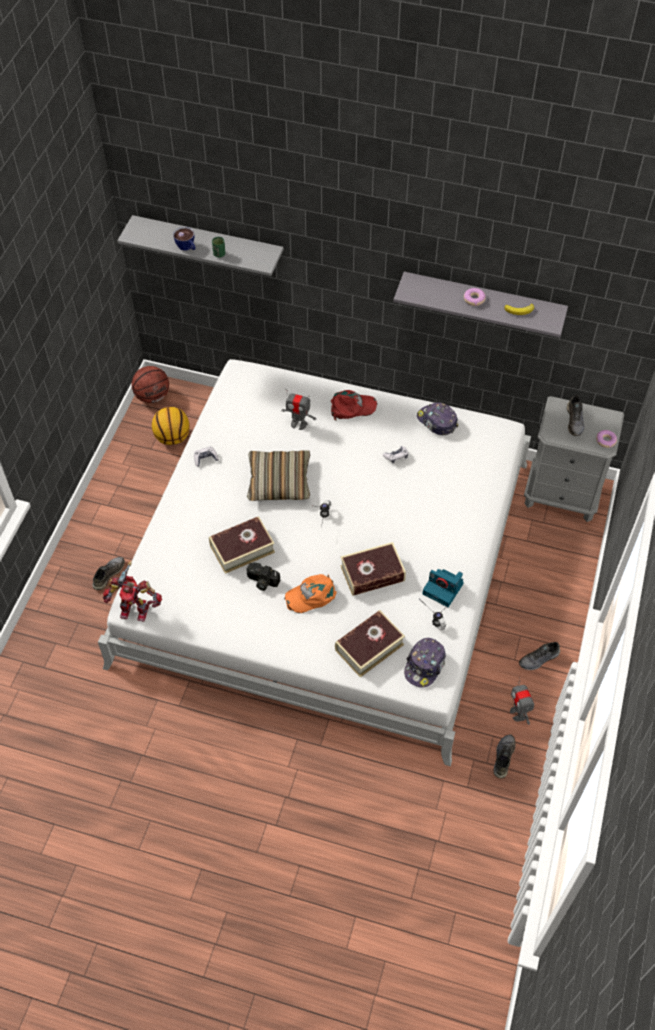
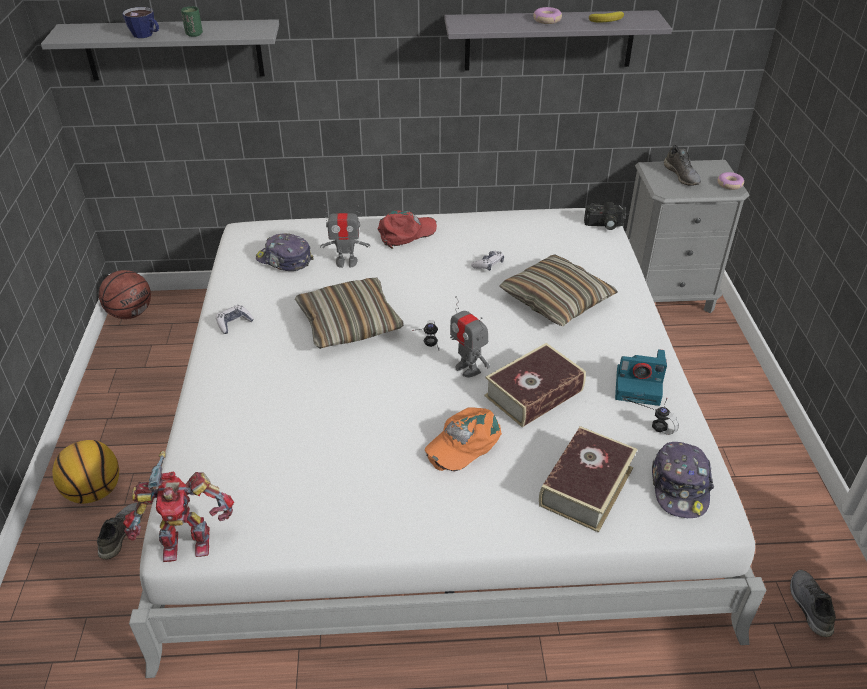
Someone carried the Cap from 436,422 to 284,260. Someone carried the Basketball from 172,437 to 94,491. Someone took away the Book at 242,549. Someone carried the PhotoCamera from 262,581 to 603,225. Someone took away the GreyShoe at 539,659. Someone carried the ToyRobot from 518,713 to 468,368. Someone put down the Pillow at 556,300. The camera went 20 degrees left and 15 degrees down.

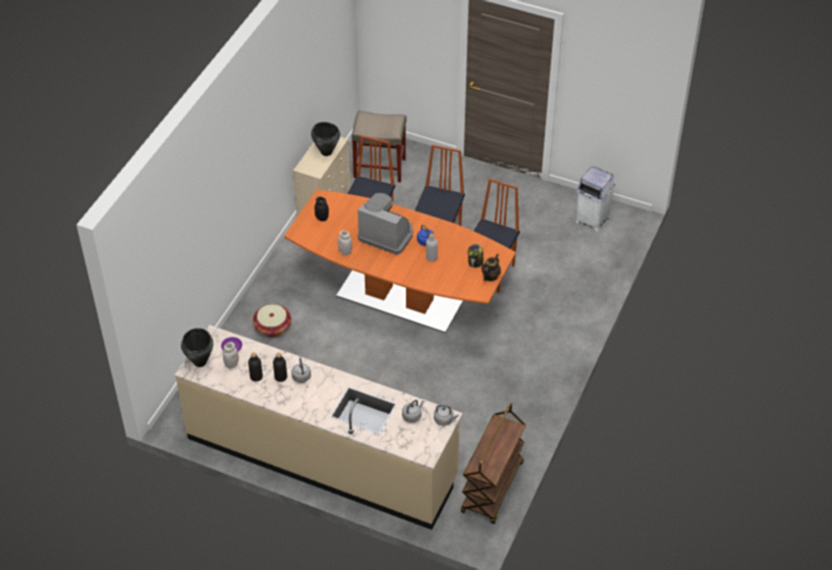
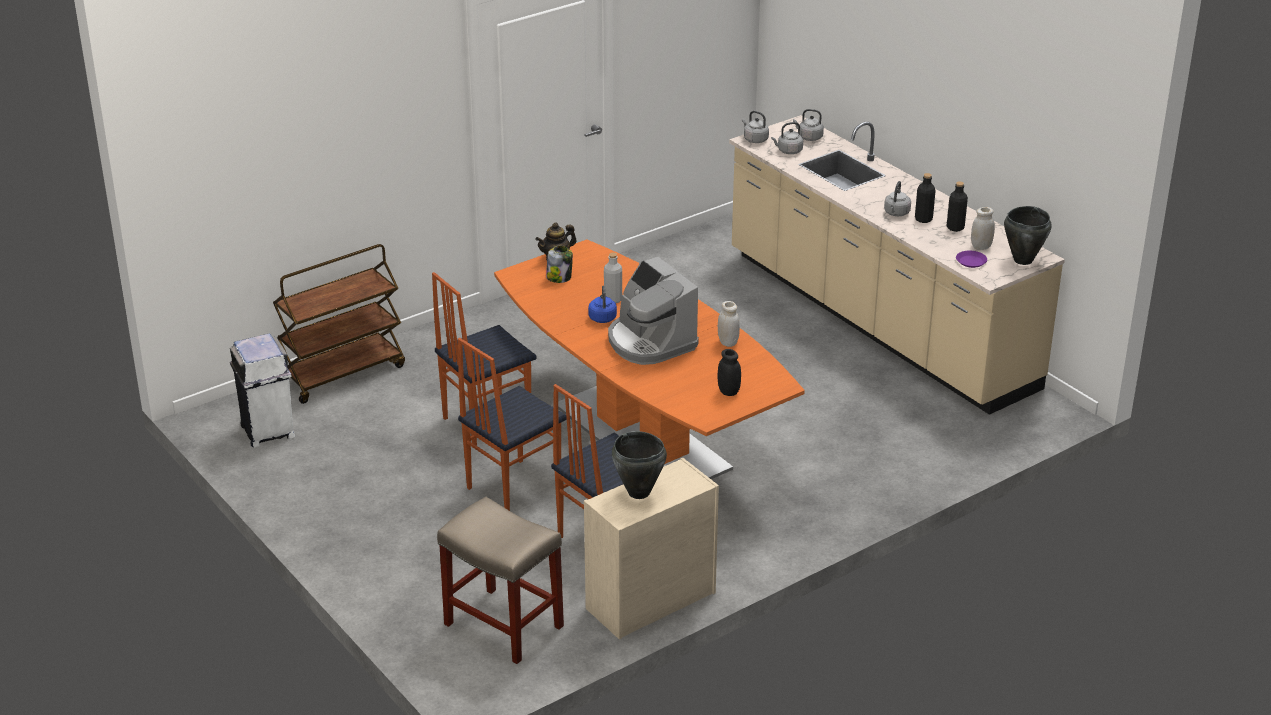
Someone took away the Basket at 272,327. Someone carried the BrownCart from 492,488 to 343,373. Someone put down the GreyKettle at 809,137. The camera went 150 degrees left and 15 degrees down.

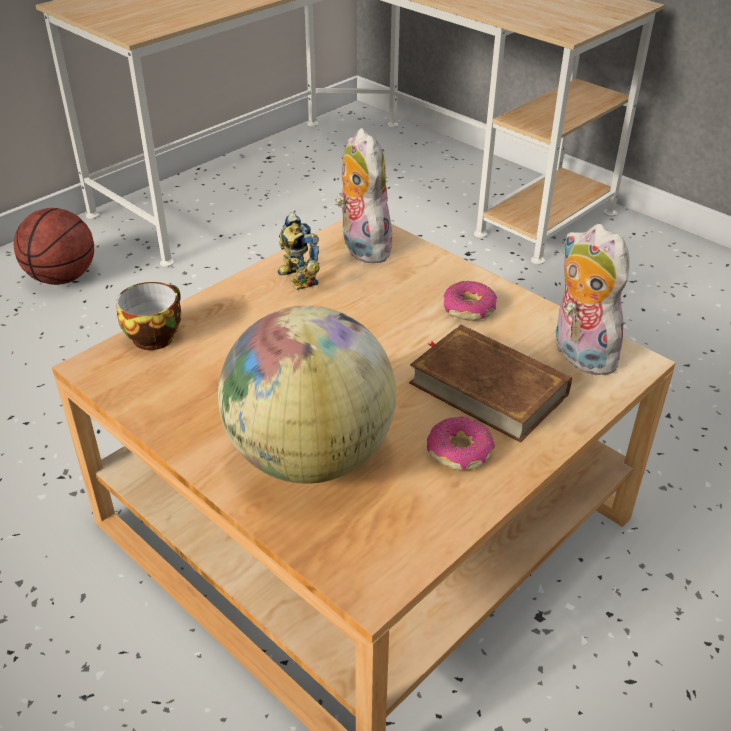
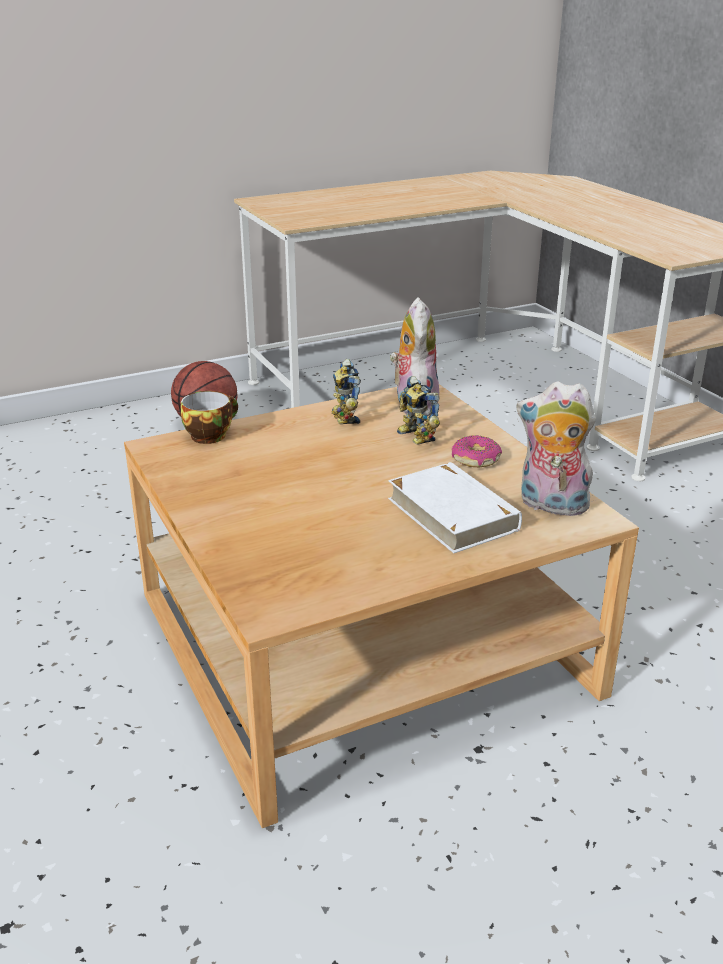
Someone rotated the PlushToy at 578,354 by 60 degrees counterclockwise. Someone took away the Globe at 310,456. Someone repainted the BrownBook at 488,388, which became the WhiteBook at 453,513. Someone took away the Donut at 459,452. Someone put down the ToyRobot at 414,437. The camera went 20 degrees right and 10 degrees down.

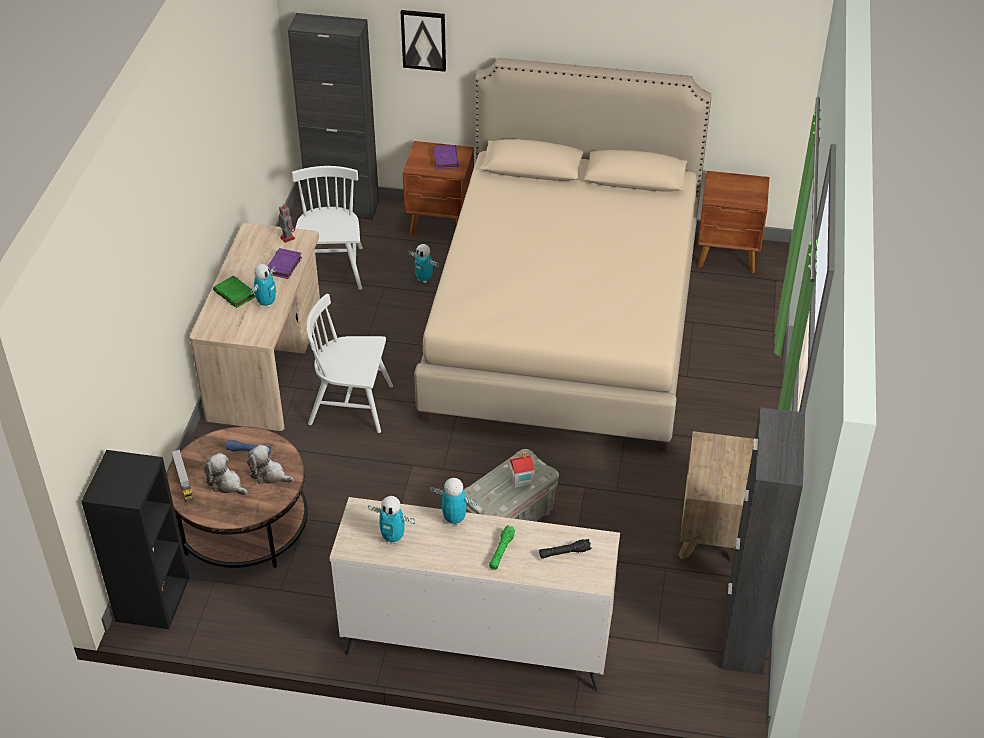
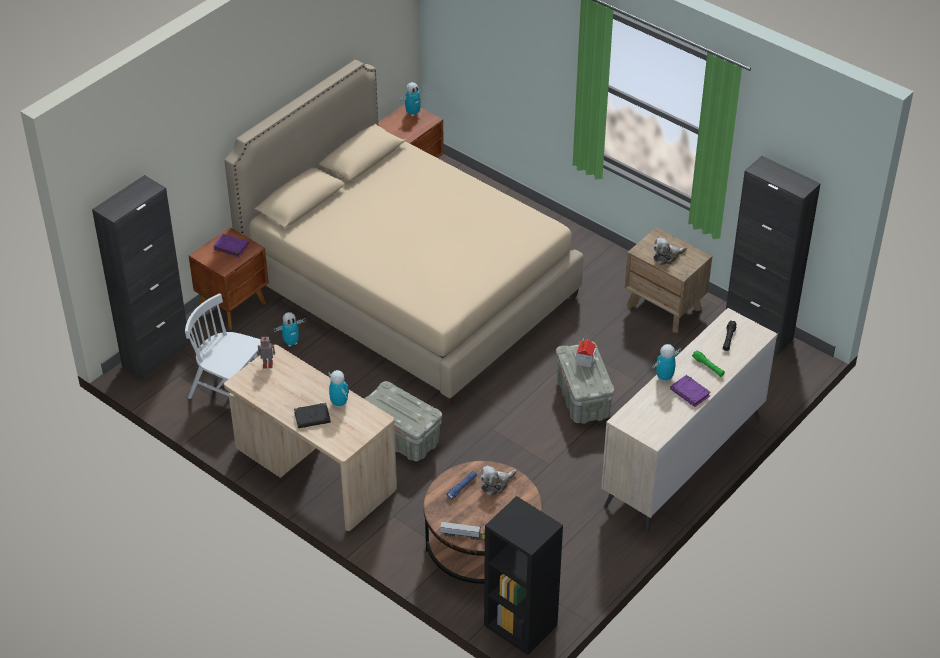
Someone took away the Picture at 424,40. Someone carried the PurpleBook from 283,266 to 690,393. Someone repainted the GreenBook at 235,294, which became the BlackBook at 312,417. Someone swapped the WhiteChair at 351,405 for the GreyStorageBox at 401,438. Someone carried the PlushToy from 226,484 to 667,257. Someone carried the ToyRobot from 393,538 to 413,113. The camera went 60 degrees left and 0 degrees up.

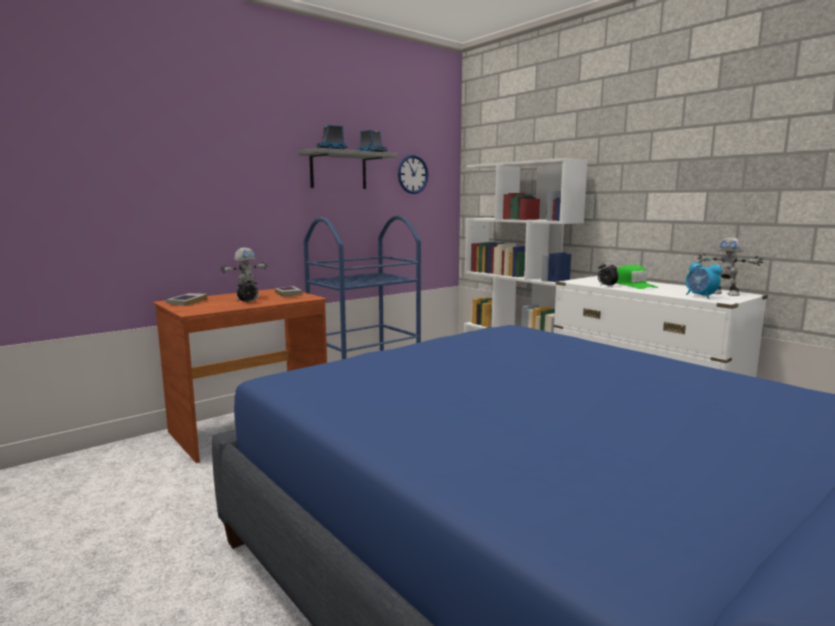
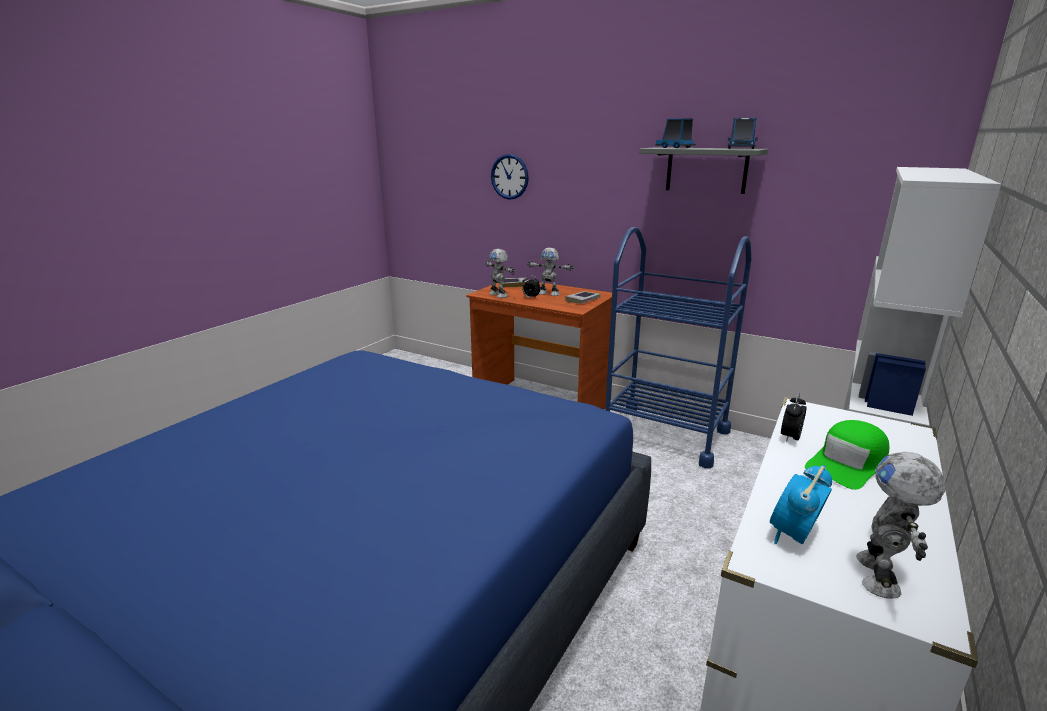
Someone carried the WallClock from 412,174 to 509,177. Someone put down the ToyRobot at 499,295. The camera went 70 degrees right and 10 degrees up.

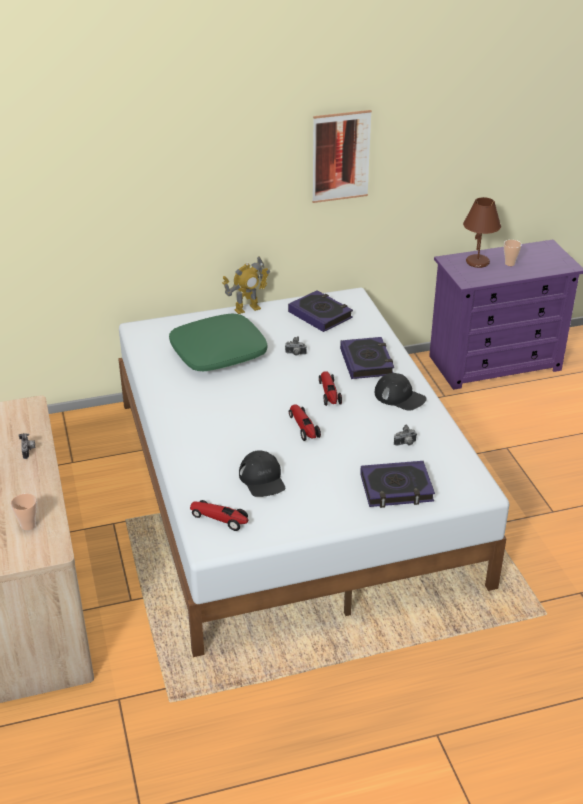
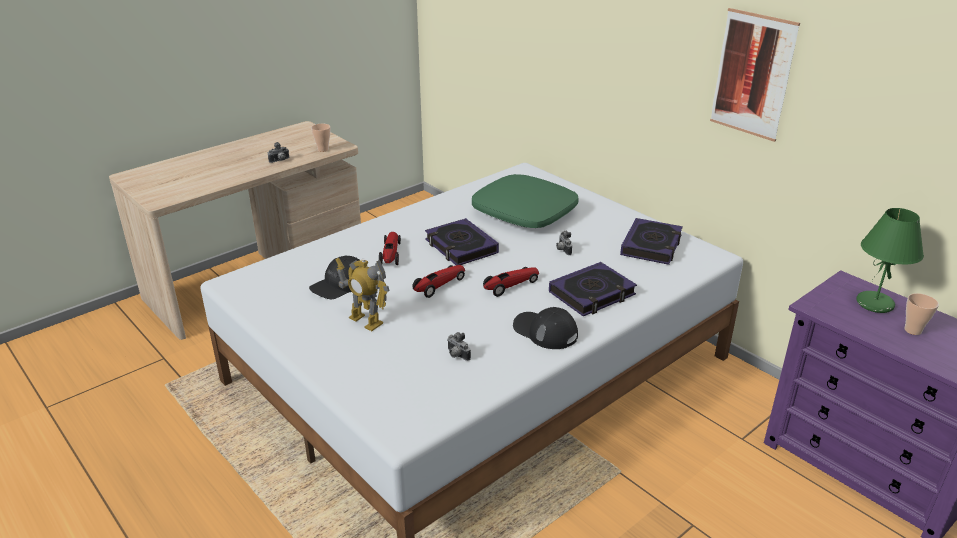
Someone repainted the BrownTableLamp at 478,262, which became the GreenTableLamp at 874,304. Someone carried the ToyRobot from 247,309 to 365,321. Someone rotated the BlackCap at 400,397 by 120 degrees clockwise. Someone carried the Book from 396,488 to 461,247. Someone carried the Cup from 28,525 to 323,149. Someone carried the ToyCar from 220,519 to 390,254. The camera went 65 degrees right and 5 degrees down.

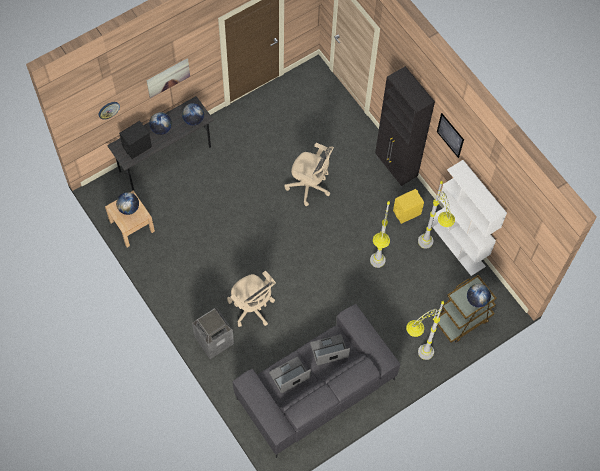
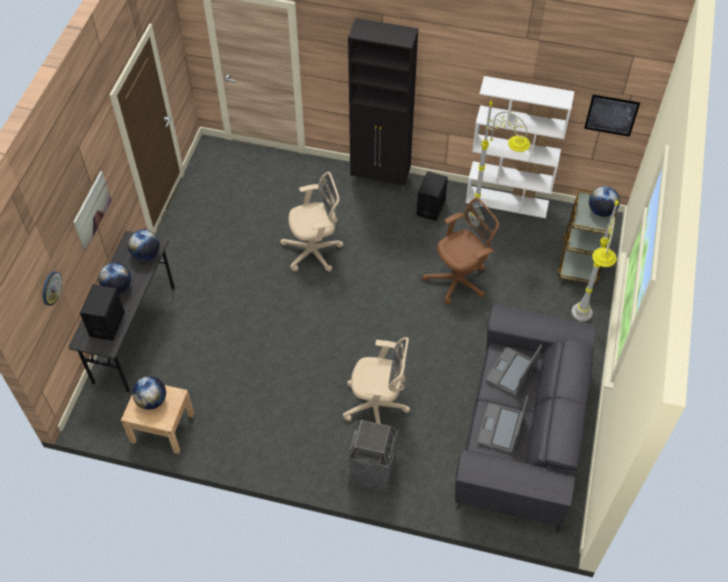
Someone carried the Picture from 450,135 to 611,115. Someone repainted the YellowSpeaker at 407,212, which became the BlackSpeaker at 430,207. Someone swapped the GreyFloorLamp at 375,272 for the BrownOfficeChair at 459,280. The camera went 40 degrees left and 10 degrees down.

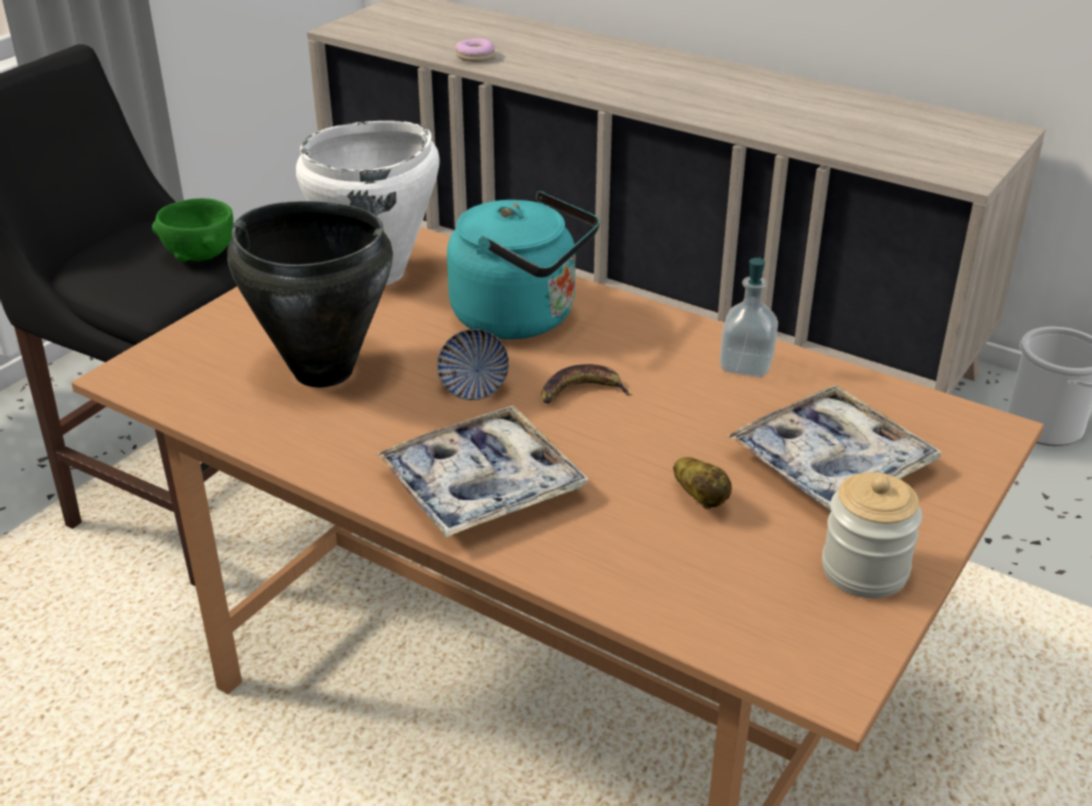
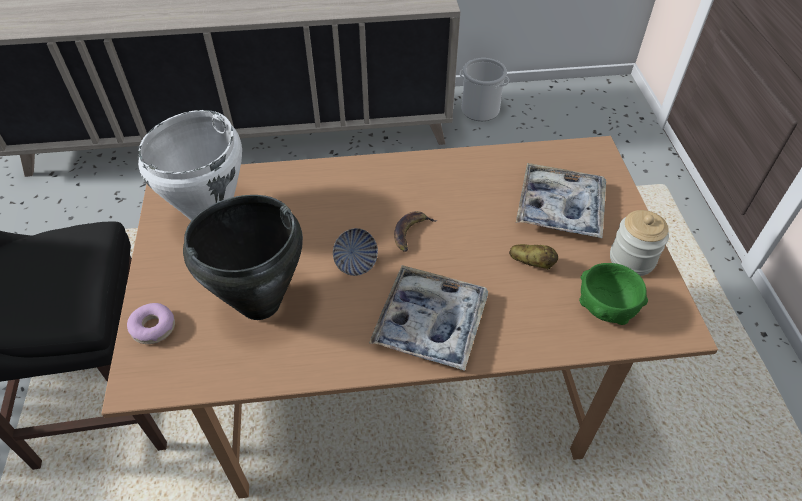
Someone carried the Donut from 475,56 to 153,327. Someone took away the TurquoiseKettle at 522,318. Someone carried the GreenBowl from 200,254 to 606,308. Someone took away the SoapDispenser at 746,365. The camera went 40 degrees left and 15 degrees up.

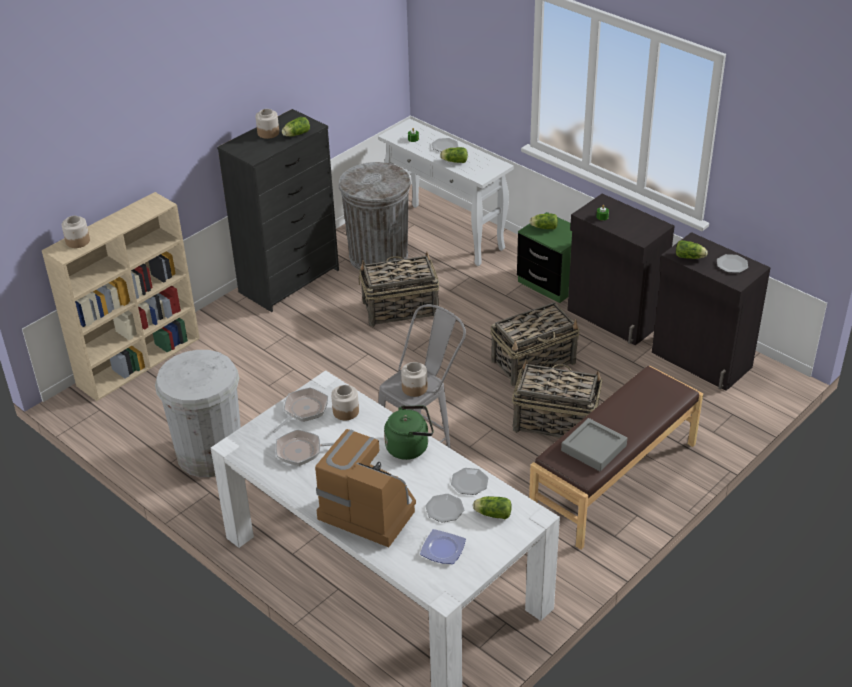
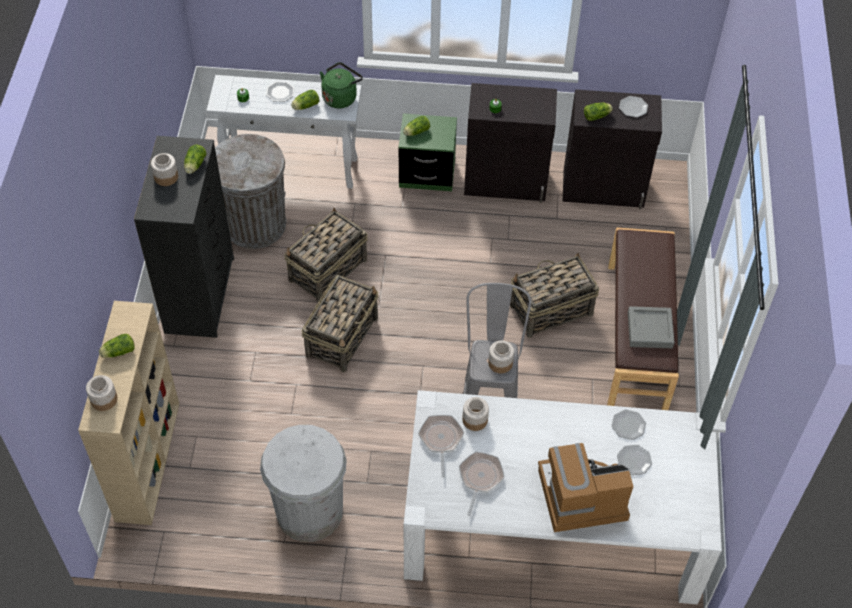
Someone carried the Basket from 534,362 to 342,336. Someone carried the GreenKettle from 410,447 to 341,97. Someone rotated the FryingPan at 303,451 by 150 degrees clockwise. Someone carried the Lettuce from 492,514 to 117,352. Someone took away the Plate at 442,548. The camera went 40 degrees left and 15 degrees up.

